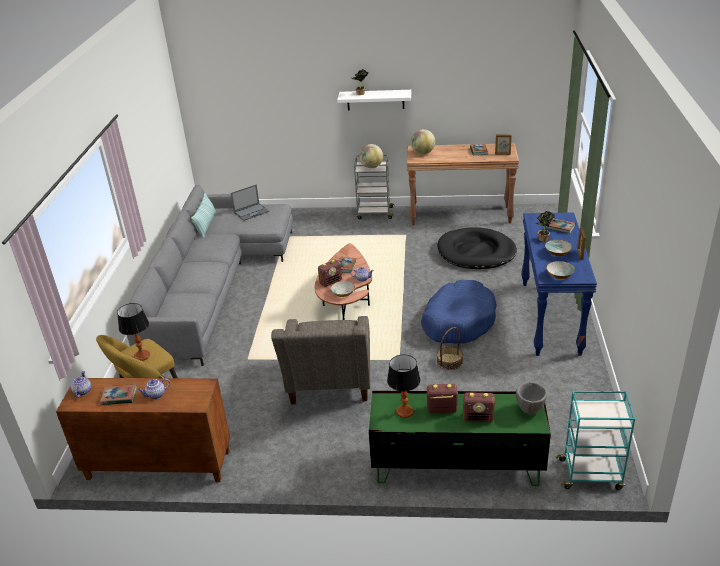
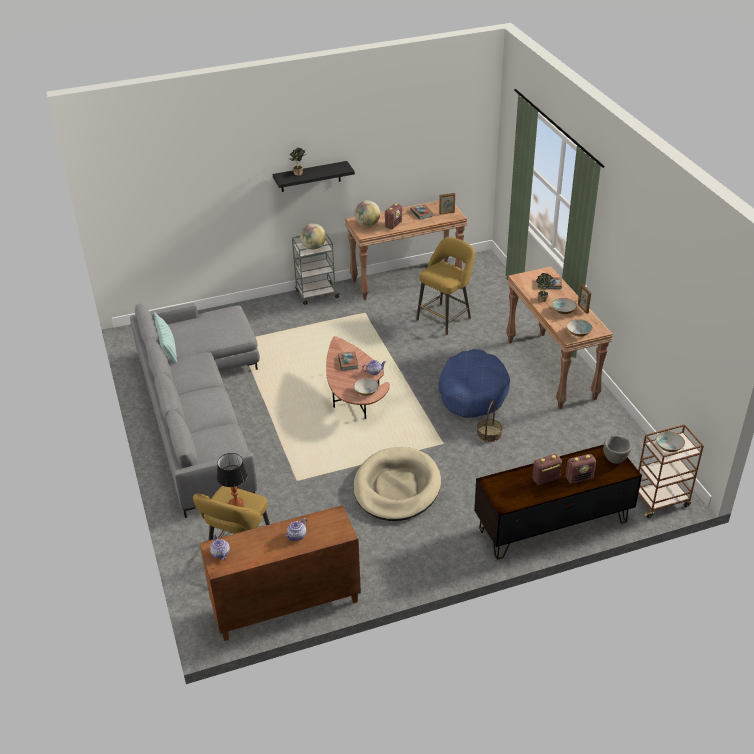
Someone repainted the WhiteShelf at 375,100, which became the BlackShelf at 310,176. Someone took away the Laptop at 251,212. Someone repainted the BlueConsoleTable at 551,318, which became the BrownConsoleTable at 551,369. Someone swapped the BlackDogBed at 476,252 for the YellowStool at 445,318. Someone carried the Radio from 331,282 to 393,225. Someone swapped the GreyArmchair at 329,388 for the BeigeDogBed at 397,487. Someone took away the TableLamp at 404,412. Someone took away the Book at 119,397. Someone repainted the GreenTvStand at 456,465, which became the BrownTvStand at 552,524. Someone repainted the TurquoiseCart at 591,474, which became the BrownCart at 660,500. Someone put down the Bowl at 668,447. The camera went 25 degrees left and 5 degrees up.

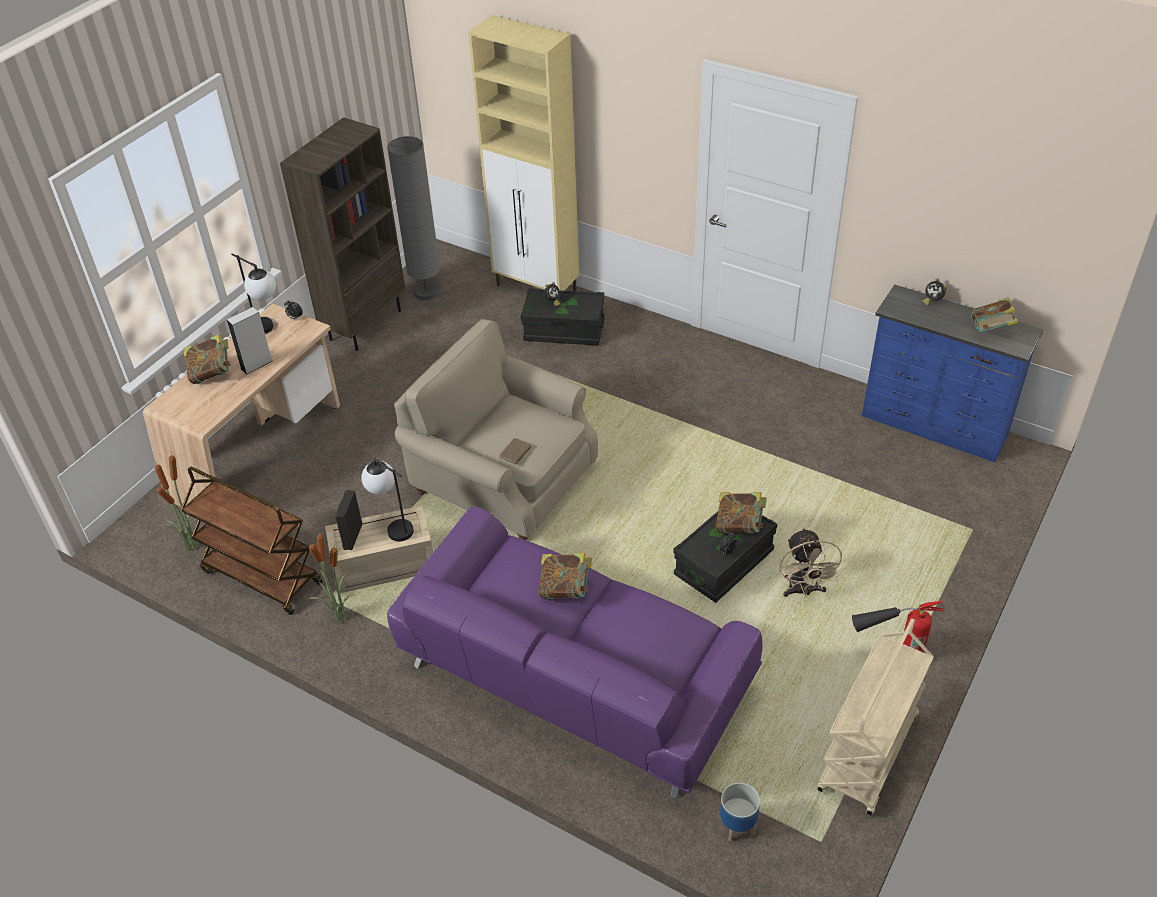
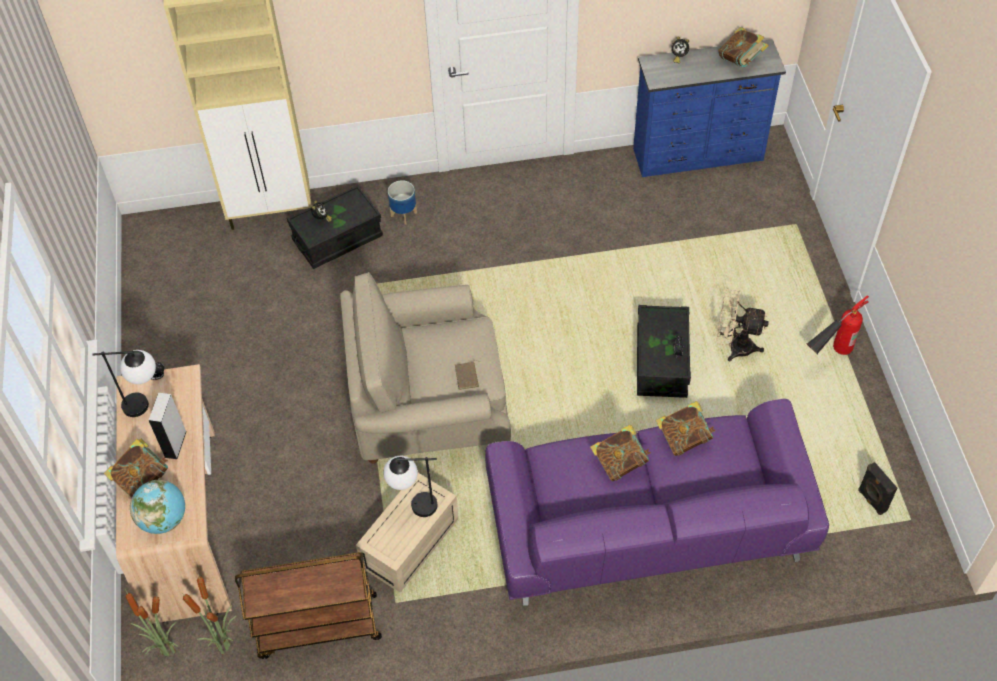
Someone took away the BrownBookcase at 365,324. Someone took away the GreyFloorLamp at 426,292. Someone carried the BlackSpeaker from 351,536 to 871,501. Someone carried the Book from 739,526 to 684,438. Someone carried the PottedPlant from 339,619 to 167,651. Someone rotated the BeigeFan at 803,591 by 150 degrees clockwise. Someone took away the BeigeCart at 868,754. Someone carried the Planter from 736,826 to 403,214. Someone put down the Globe at 164,519. The camera went 40 degrees left and 10 degrees up.

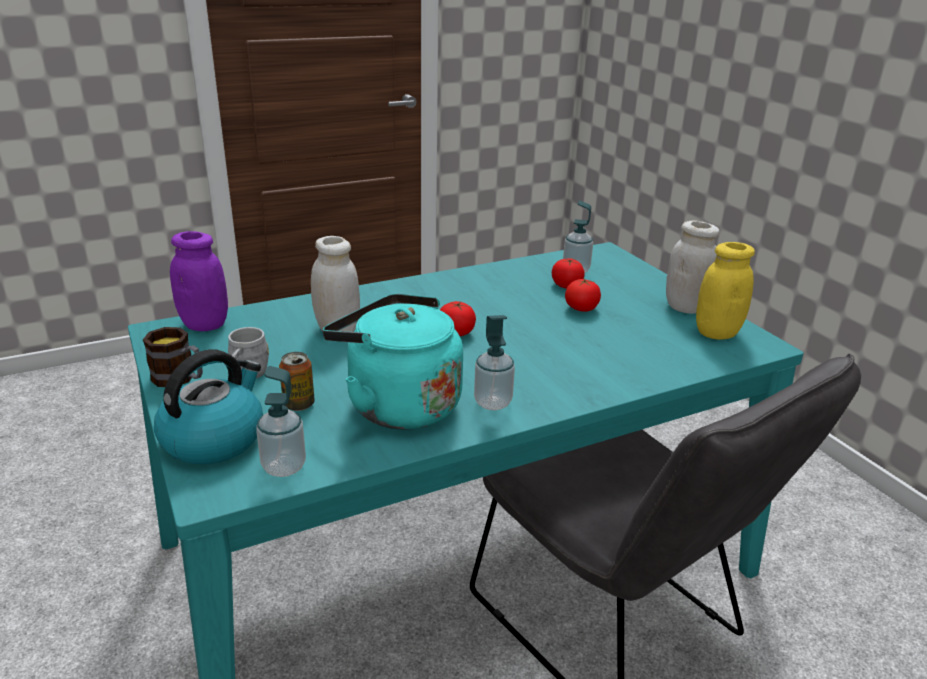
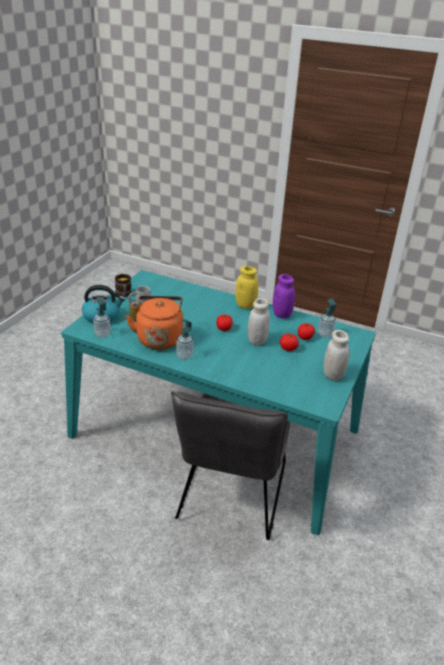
Someone carried the PurpleJar from 205,324 to 281,314. Someone carried the WhiteJar from 337,330 to 257,341. Someone carried the YellowJar from 716,333 to 245,305. Someone repainted the TurquoiseKettle at 398,404, which became the OrangeKettle at 159,338. The camera went 50 degrees right and 5 degrees up.

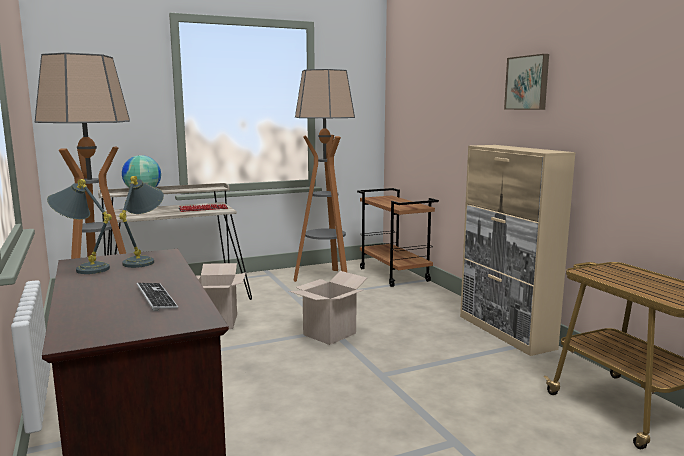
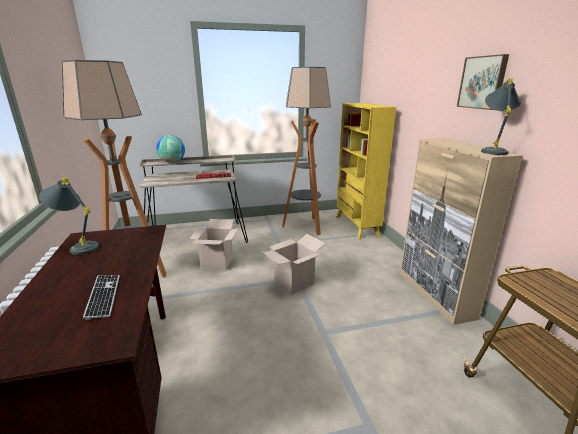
Someone carried the GreyTableLamp from 144,260 to 493,151. Someone swapped the BrownCart at 394,275 for the YellowBookcase at 356,226. The camera went 10 degrees right and 10 degrees up.

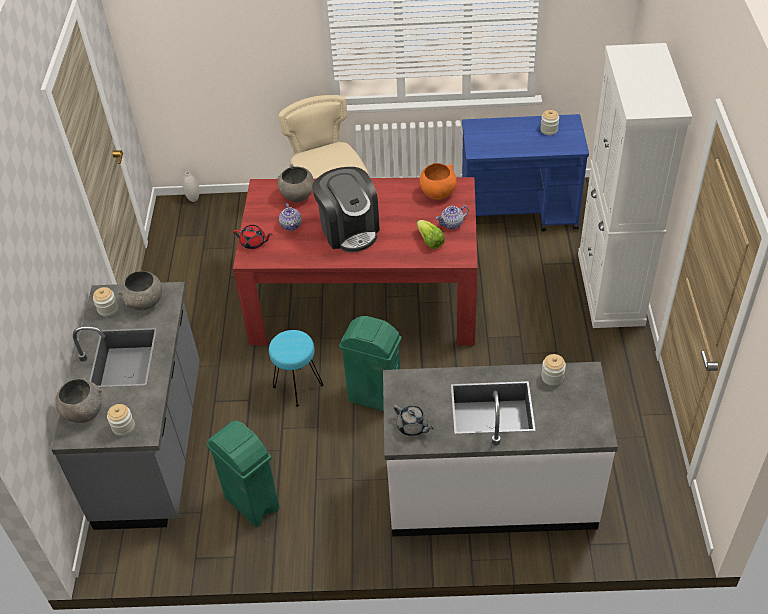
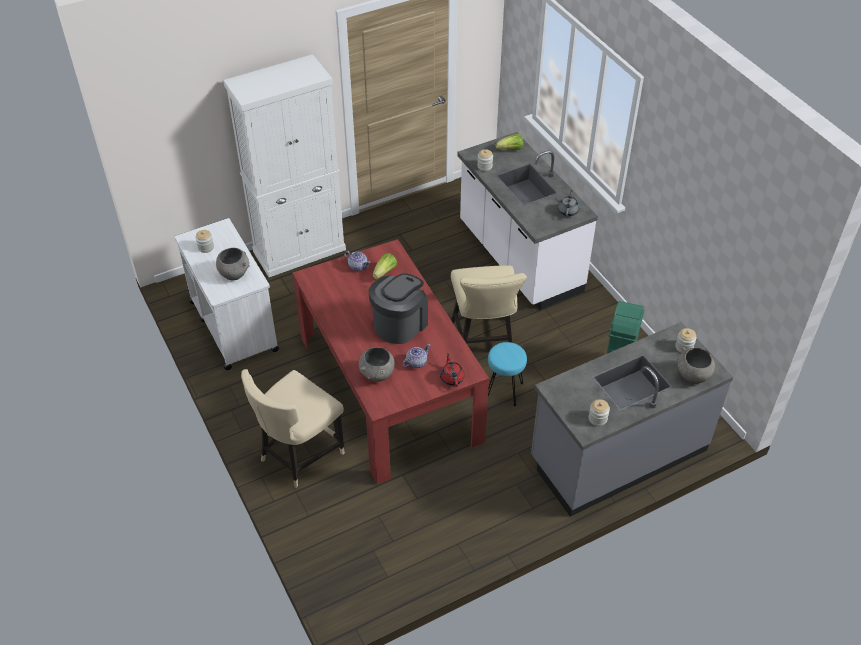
Someone repainted the BlueCart at 519,213, which became the WhiteCart at 233,325. Someone took away the OrangeBowl at 437,193. Someone took away the WhiteVase at 193,199. Someone carried the GreyBowl from 145,303 to 234,274. Someone swapped the GreenTrashCan at 374,396 for the BeigeChair at 483,342. Someone put down the Lettuce at 510,149. The camera went 120 degrees left and 0 degrees up.

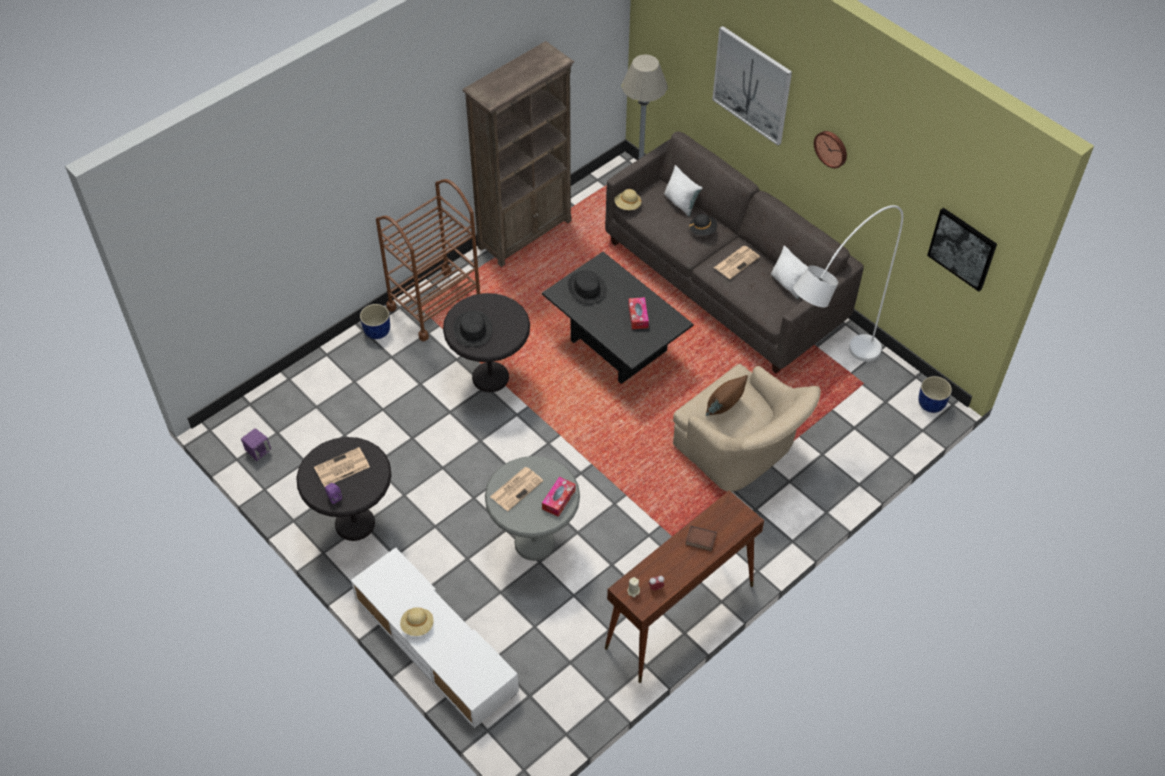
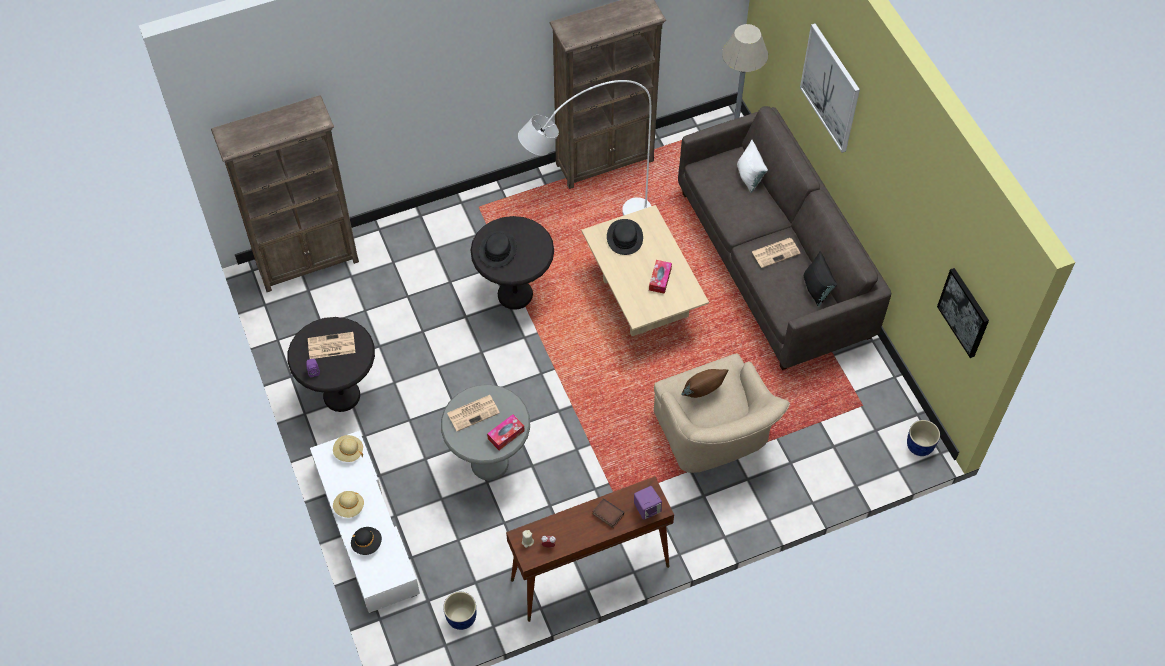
Someone took away the WallClock at 831,148. Someone took away the BrownCart at 435,304. Someone carried the BeigeHat from 627,205 to 348,452. Someone carried the WhiteFloorLamp from 825,381 to 585,229. Someone carried the BlackHat from 702,230 to 367,544. Someone repainted the WhitePillow at 789,284, which became the BlackPillow at 816,289. Someone repainted the BlackCoffeeTable at 615,346, which became the BeigeCoffeeTable at 642,298. Someone carried the BluePlanter from 377,330 to 461,617. Someone carried the PurpleSpeaker from 258,451 to 647,509. Someone put down the BrownBookcase at 308,263. The camera went 20 degrees right and 5 degrees up.

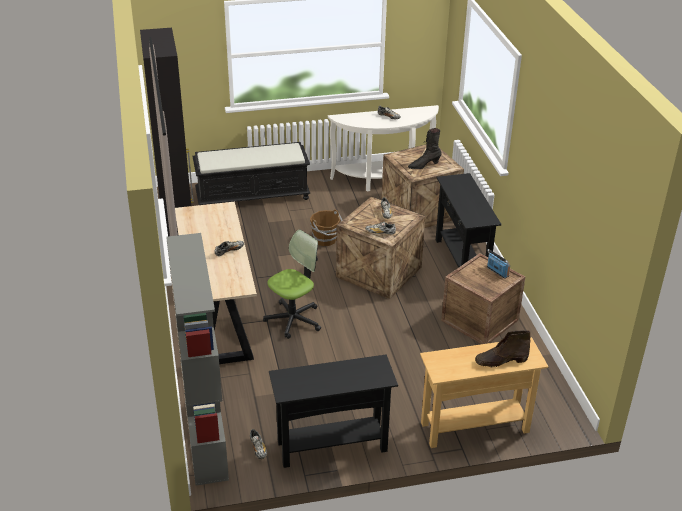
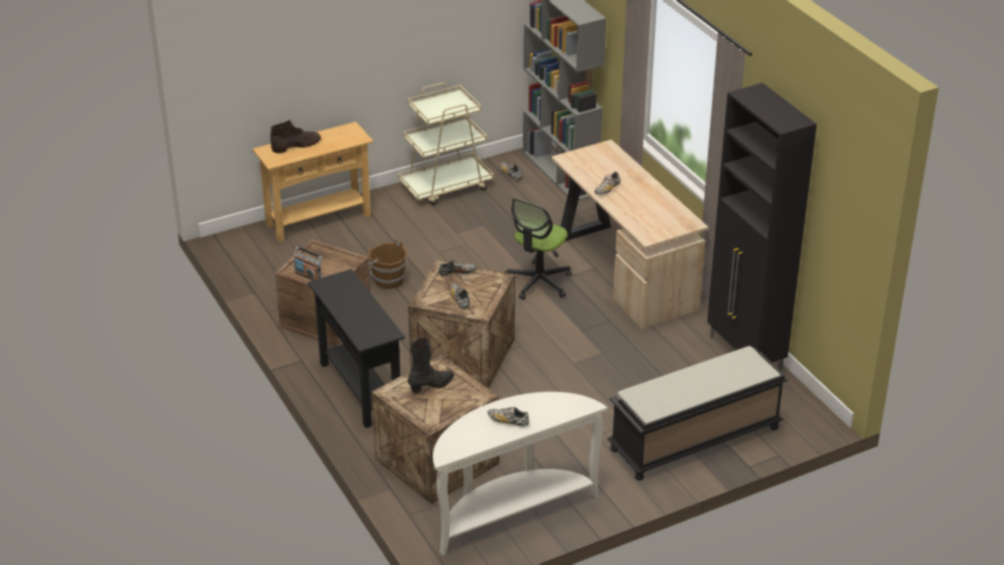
Someone carried the BrownBucket from 325,240 to 387,280. Someone swapped the BlackConsoleTable at 332,446 for the BeigeCart at 446,186. The camera went 165 degrees right and 0 degrees up.

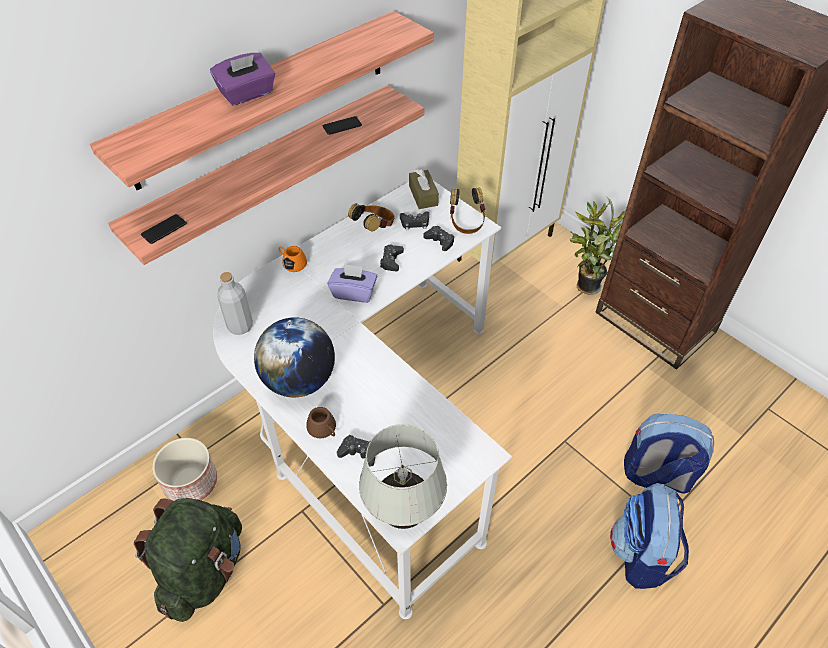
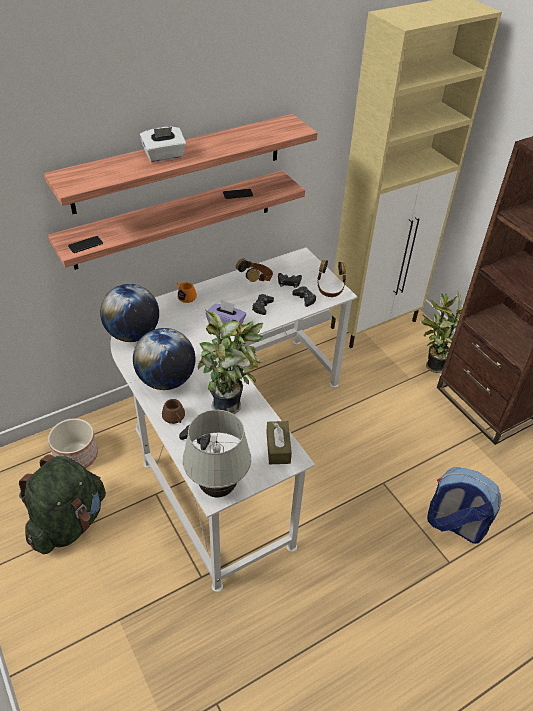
Someone repainted the PurpleTissueBox at 247,94, which became the WhiteTissueBox at 164,156. Someone carried the BrownTissueBox from 423,195 to 278,447. Someone swapped the GreyBottle at 240,326 for the Globe at 133,334. Someone took away the Backpack at 641,555. Someone put down the PottedPlant at 230,405. The camera went 10 degrees right and 5 degrees down.

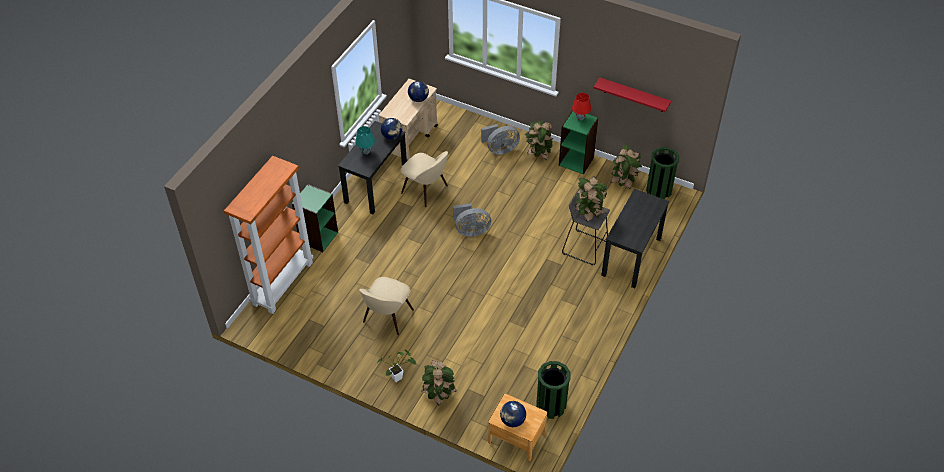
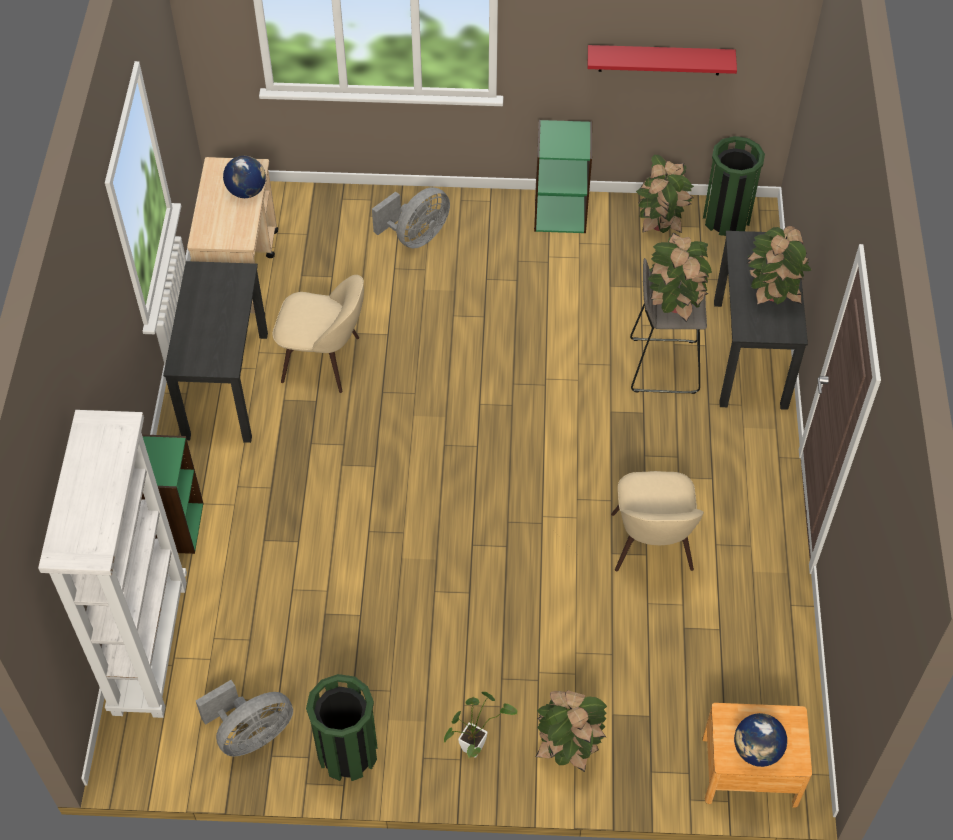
Someone took away the RedTableLamp at 580,118. Someone took away the Globe at 392,136. Someone carried the PottedPlant from 538,154 to 771,295. Someone took away the TurquoiseTableLamp at 366,151. Someone repainted the OrangeBookcase at 282,283, which became the WhiteBookcase at 149,646. Someone carried the GreyFan from 471,231 to 251,734. Someone carried the BeigeChair from 387,317 to 652,545. Someone carried the GreenTrashCan from 551,405 to 348,753. The camera went 25 degrees left and 5 degrees up.

